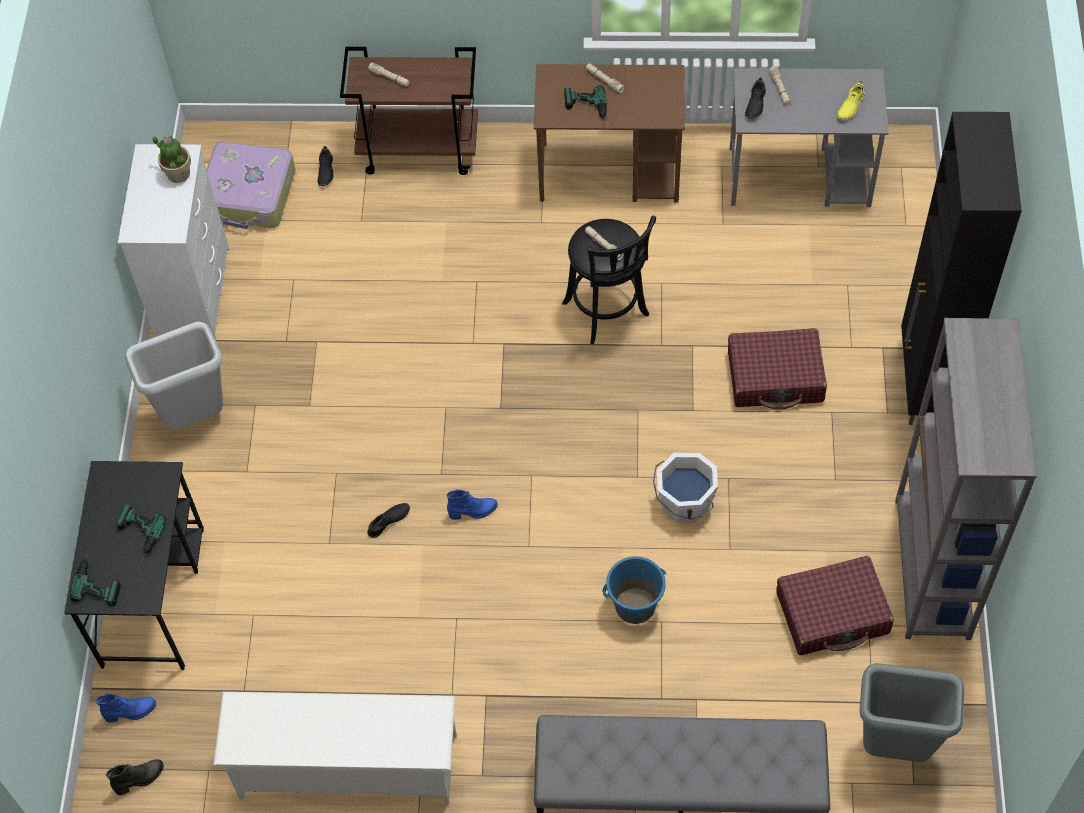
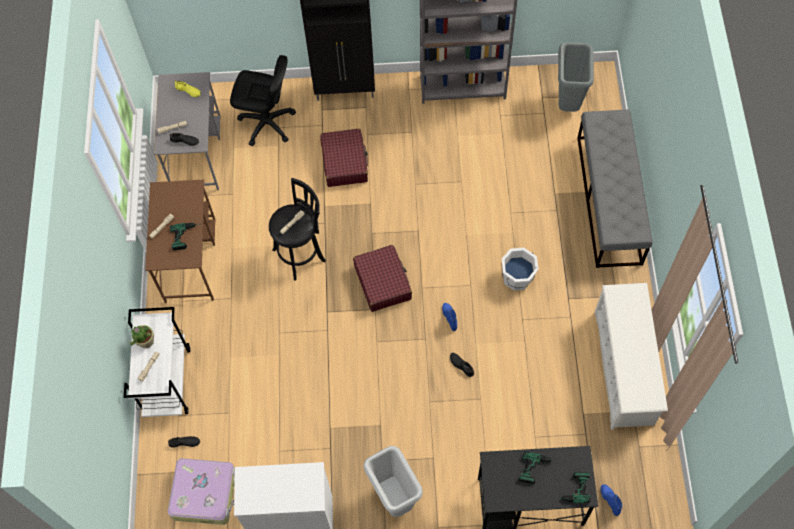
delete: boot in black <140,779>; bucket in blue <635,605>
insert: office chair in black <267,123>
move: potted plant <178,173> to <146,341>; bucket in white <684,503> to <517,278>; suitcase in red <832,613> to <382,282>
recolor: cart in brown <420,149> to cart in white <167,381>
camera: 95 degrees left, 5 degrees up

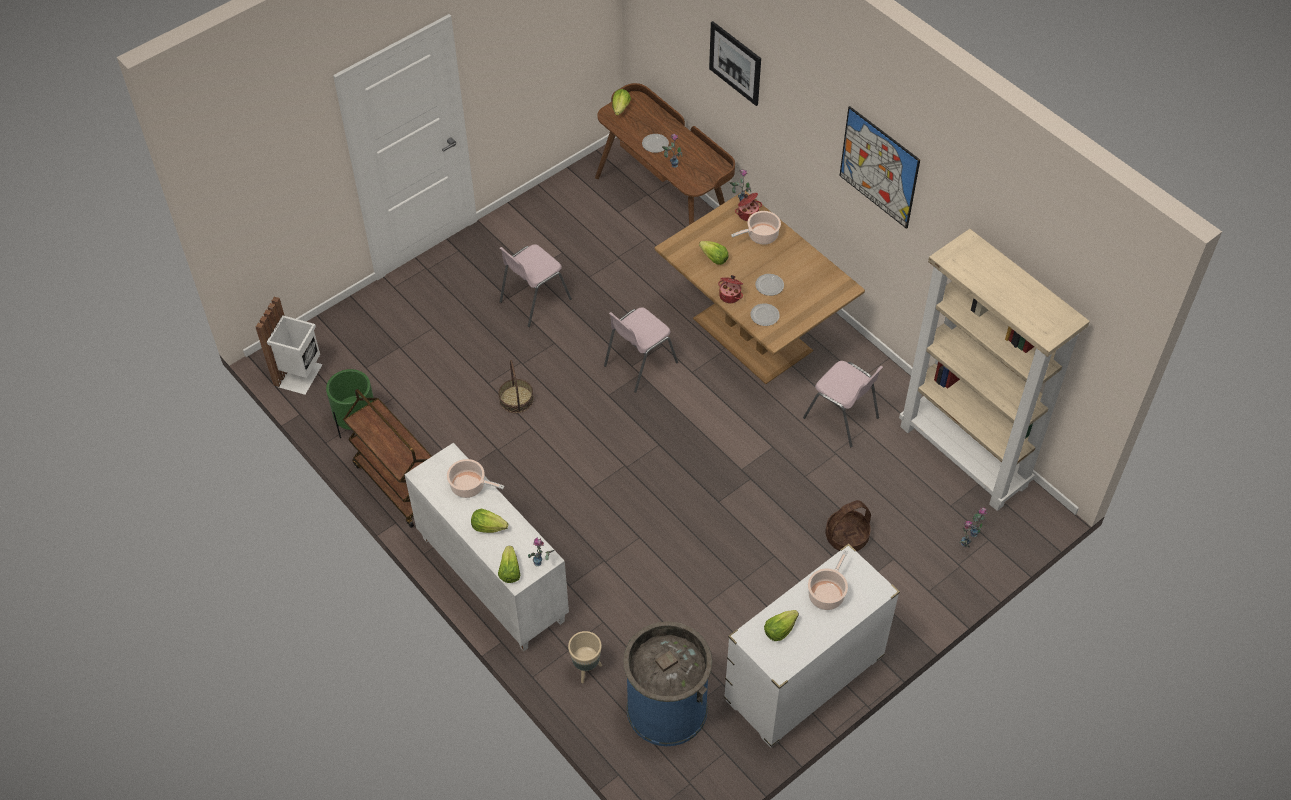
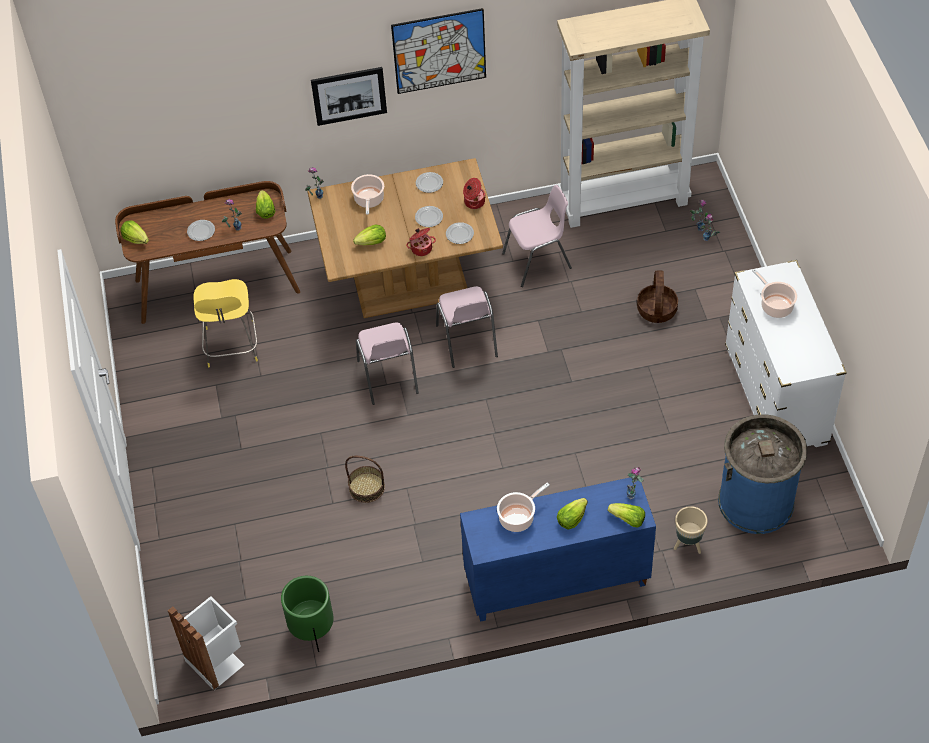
delete: cart in brown <397,484>
insert: stool in yellow <231,347>; plate <429,183>
move: chair in pink <534,300> to <467,341>; picture <735,63> to <349,95>; cooking pot <747,214> to <473,202>; lettuce <779,630> to <265,211>
recolor: cabinet in white <491,579> to cabinet in blue <556,582>
camera: 60 degrees left, 0 degrees up

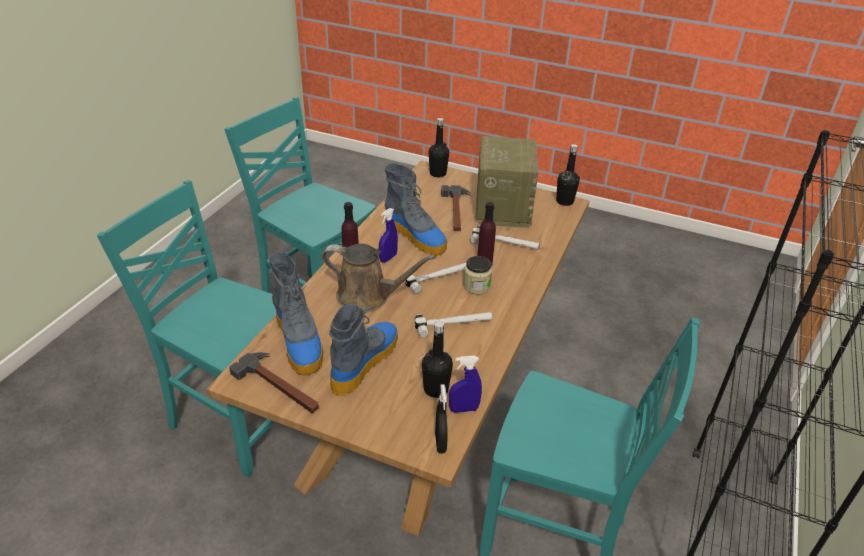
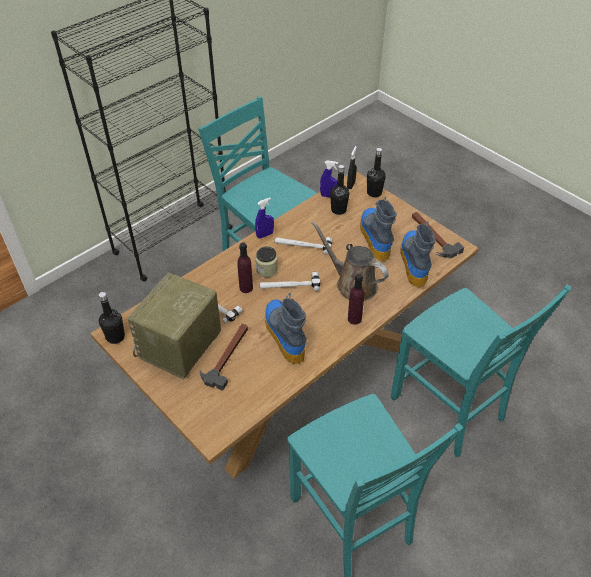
move: spray bottle in blue <388,258> to <265,235>; bottle in black <438,173> to <374,193>
rotate: boot <364,361> = <374,237> 120 degrees clockwise
camera: 155 degrees left, 10 degrees up

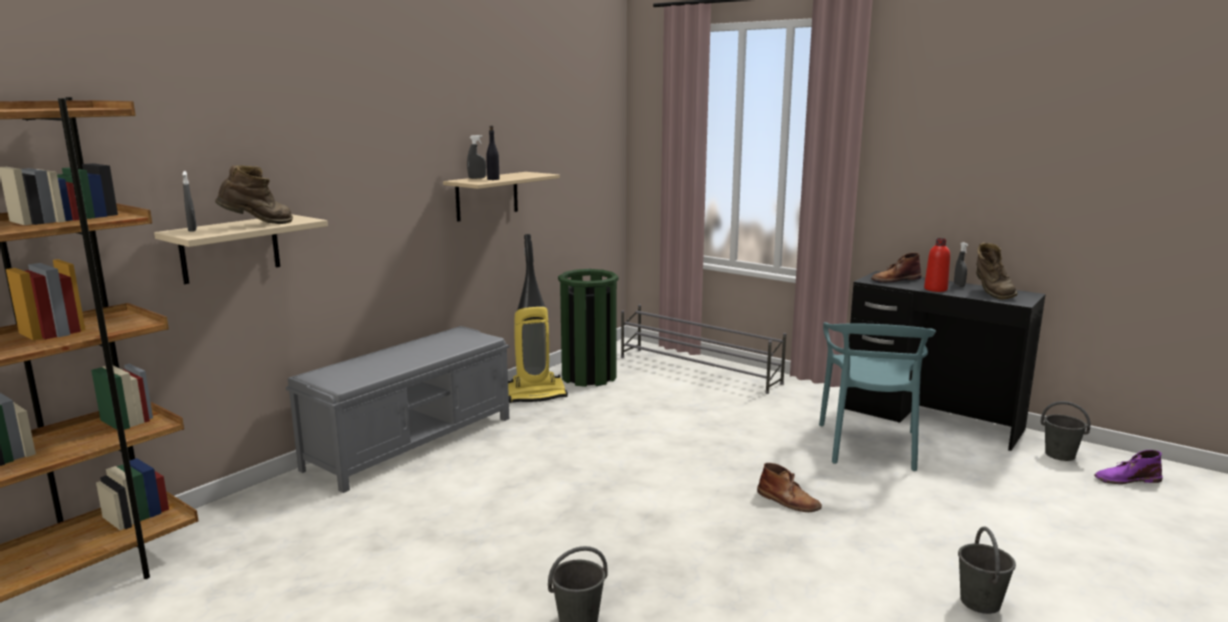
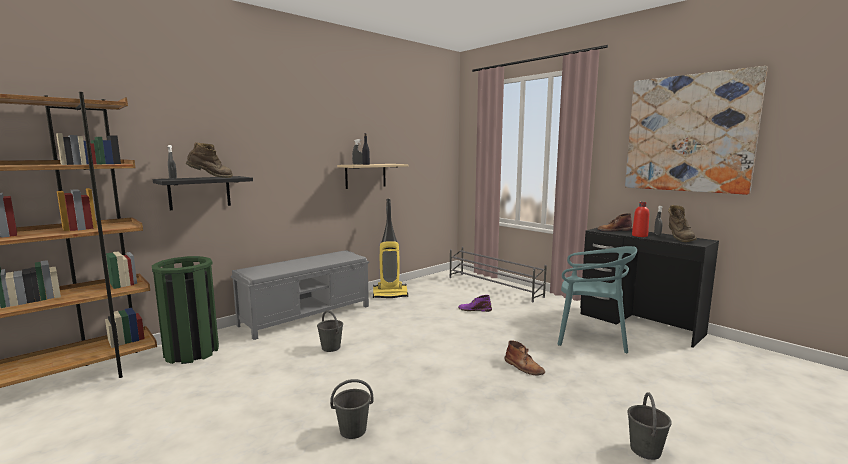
insert: picture <688,133>
move: trash can in green <589,376> to <192,352>; bucket in grey <1060,455> to <331,348>; boot in purple <1126,479> to <474,309>
recolor: shelf in beige <230,248> to shelf in black <199,192>
rotate: chair in turquoise <869,446> = <591,337> 90 degrees counterclockwise
camera: 10 degrees right, 5 degrees down

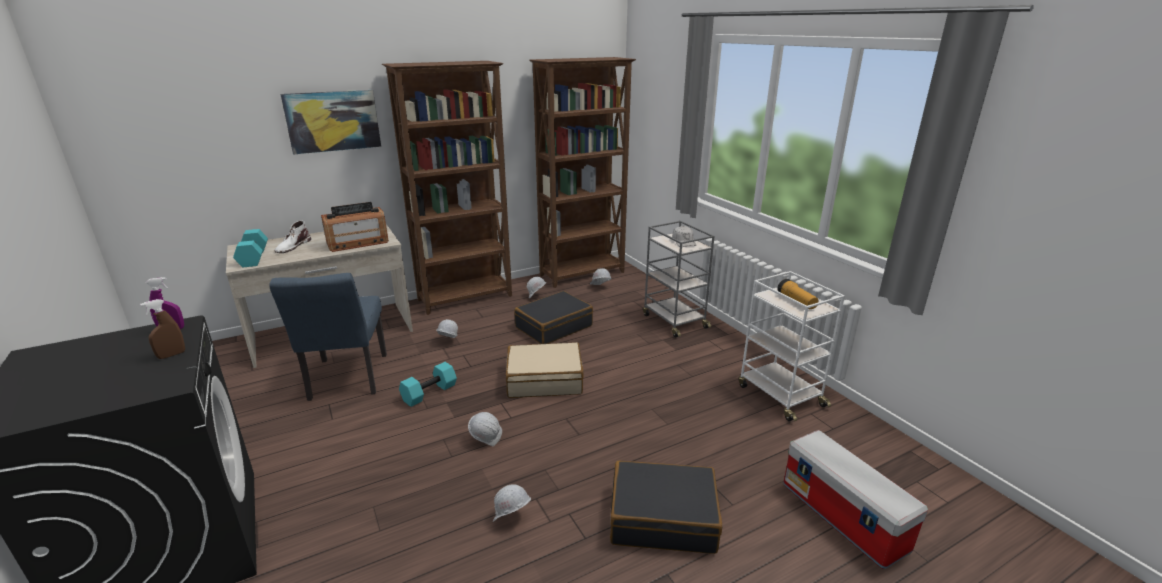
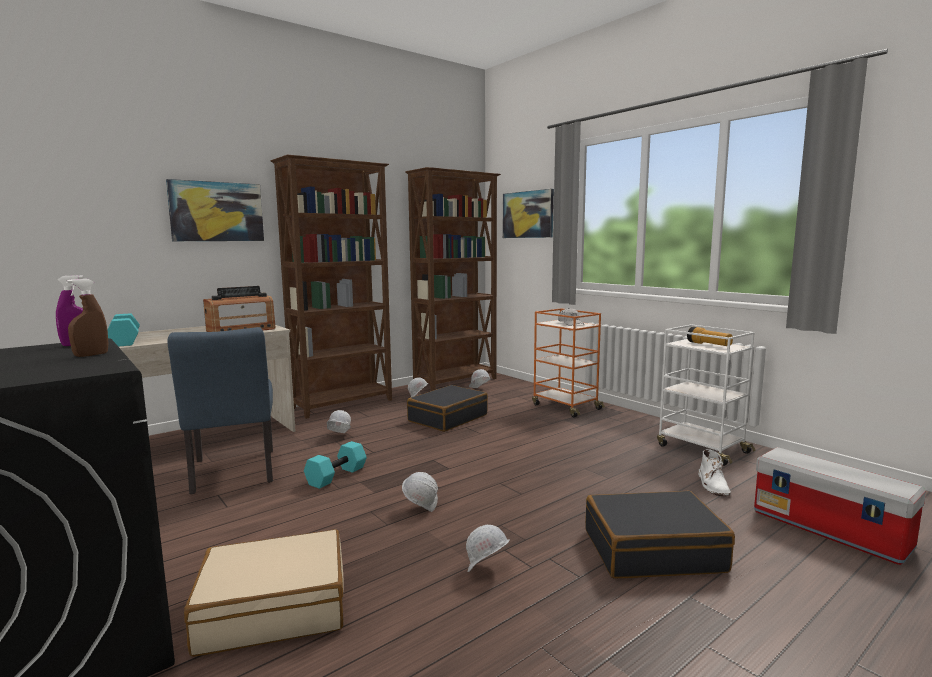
insert: picture <528,214>
move: boot in white <292,246> to <713,484>; suitcase in beige <544,380> to <274,608>
recolor: cart in grey <674,321> to cart in orange <565,407>
camera: 10 degrees left, 15 degrees down

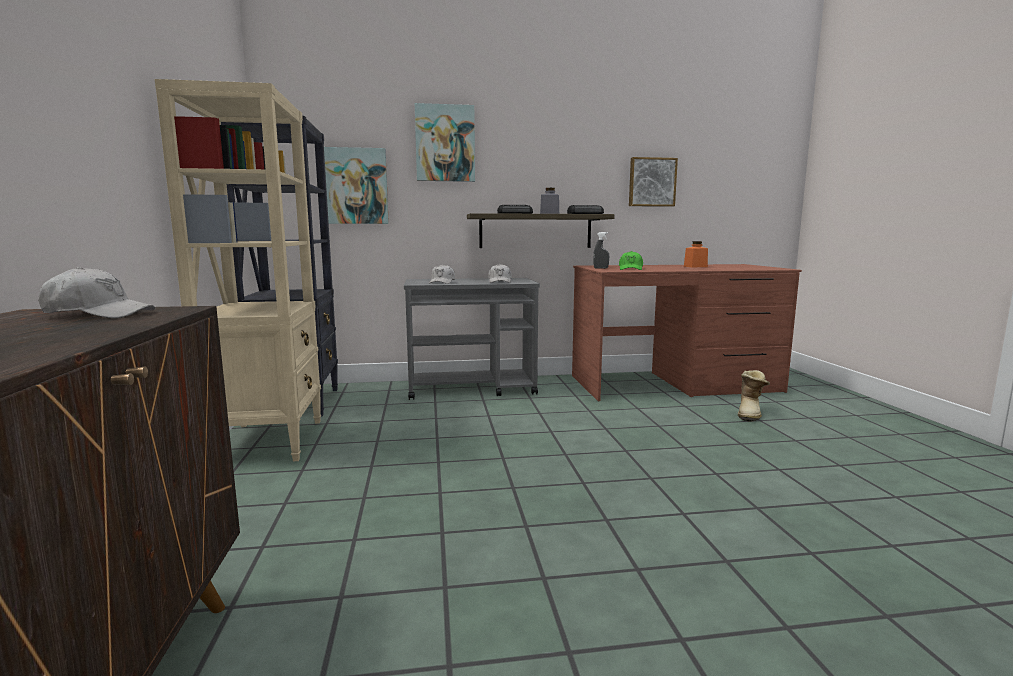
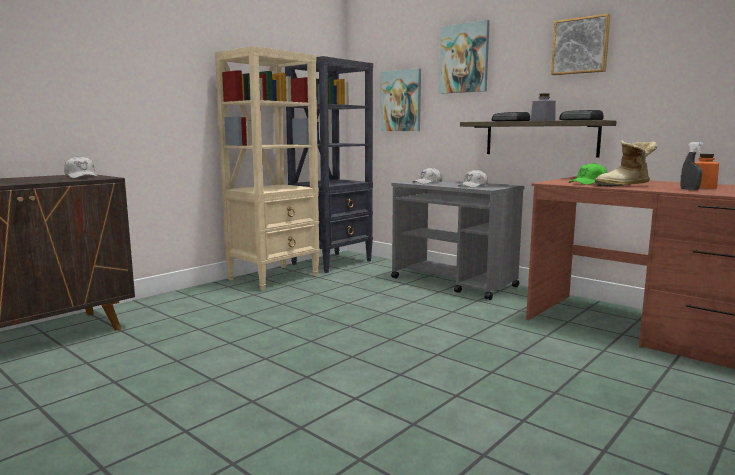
move: spray bottle in grey <600,268> to <689,189>; picture <651,182> to <580,46>; boot <750,413> to <625,186>
camera: 50 degrees right, 0 degrees up

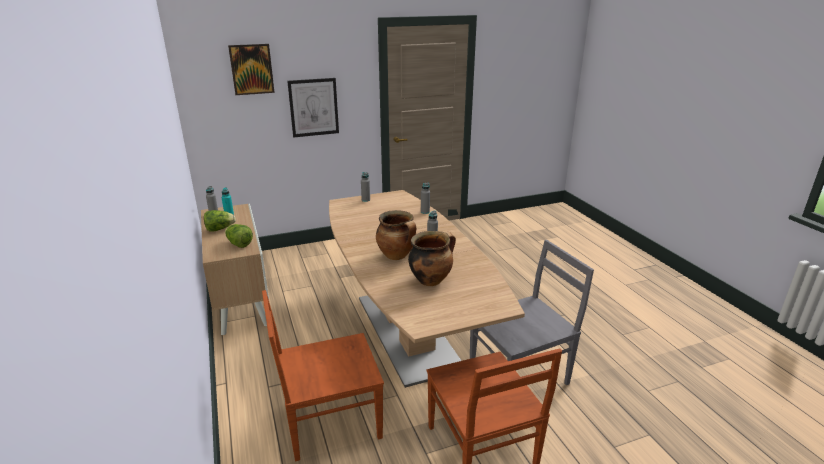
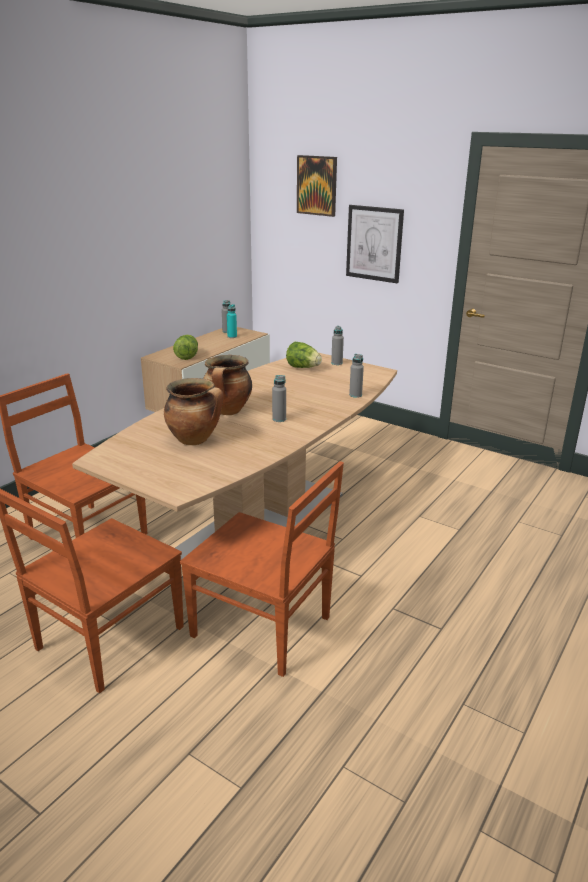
move: lettuce <219,229> to <303,368>
recolor: chair in grey <520,374> to chair in brown <264,628>
camera: 55 degrees right, 0 degrees up

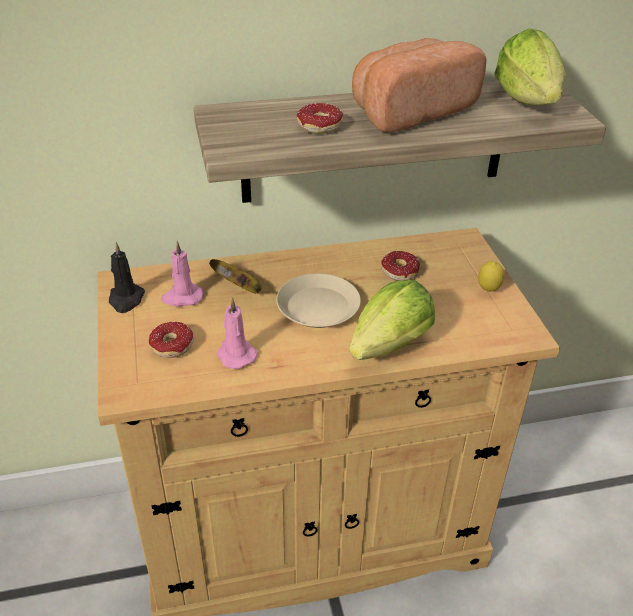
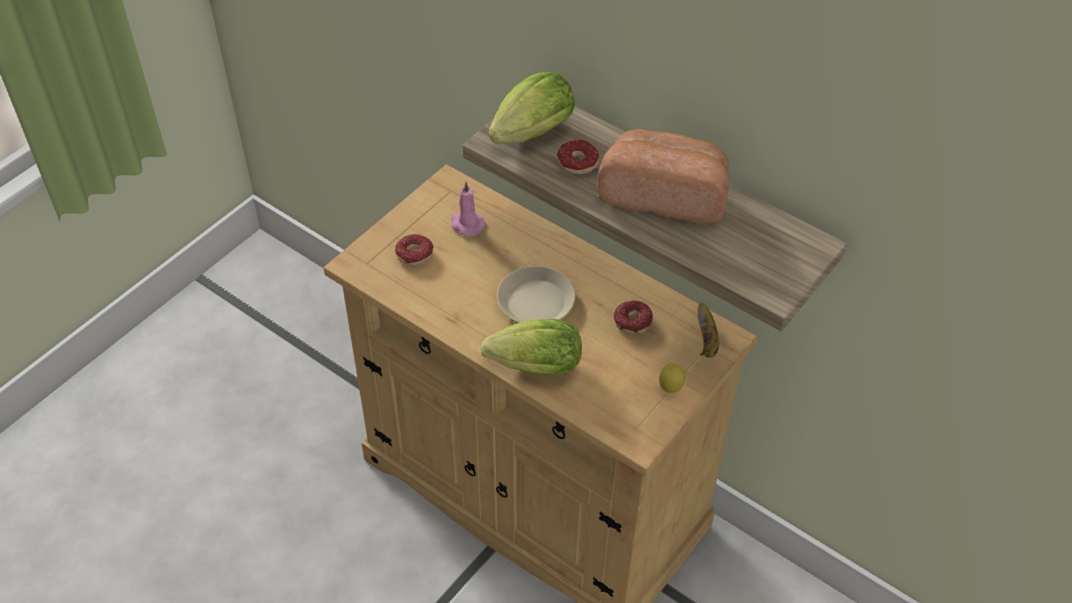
delete: candle in black <126,300>; candle in pink <235,354>
move: banana <239,286> to <706,341>; lettuce <529,104> to <528,136>
camera: 50 degrees right, 10 degrees up

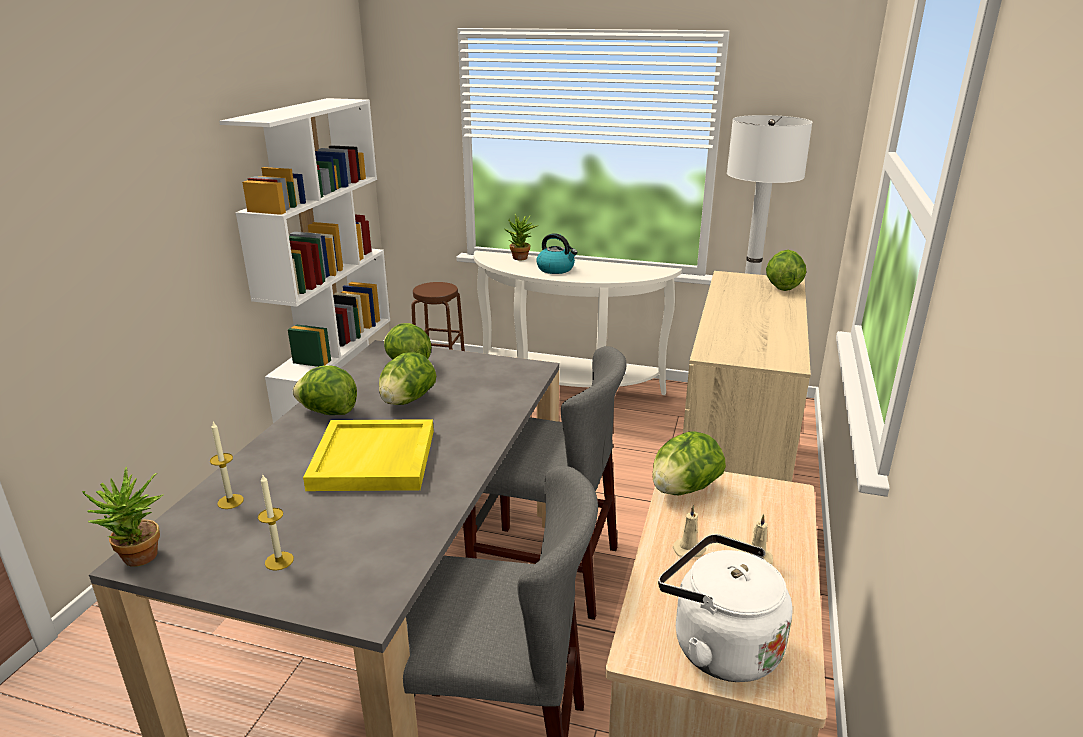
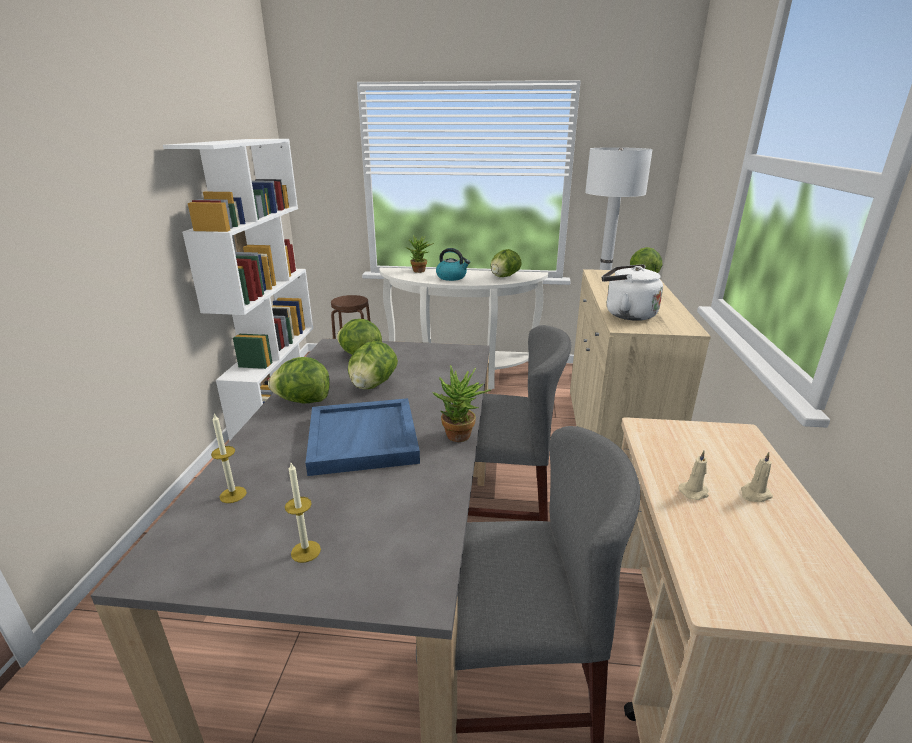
move: potted plant <139,561> to <460,438>; lettuce <684,489> to <504,276>; kettle in white <719,646> to <626,314>
recolor: tray in yellow <374,460> to tray in blue <364,440>
camera: 10 degrees left, 0 degrees up

